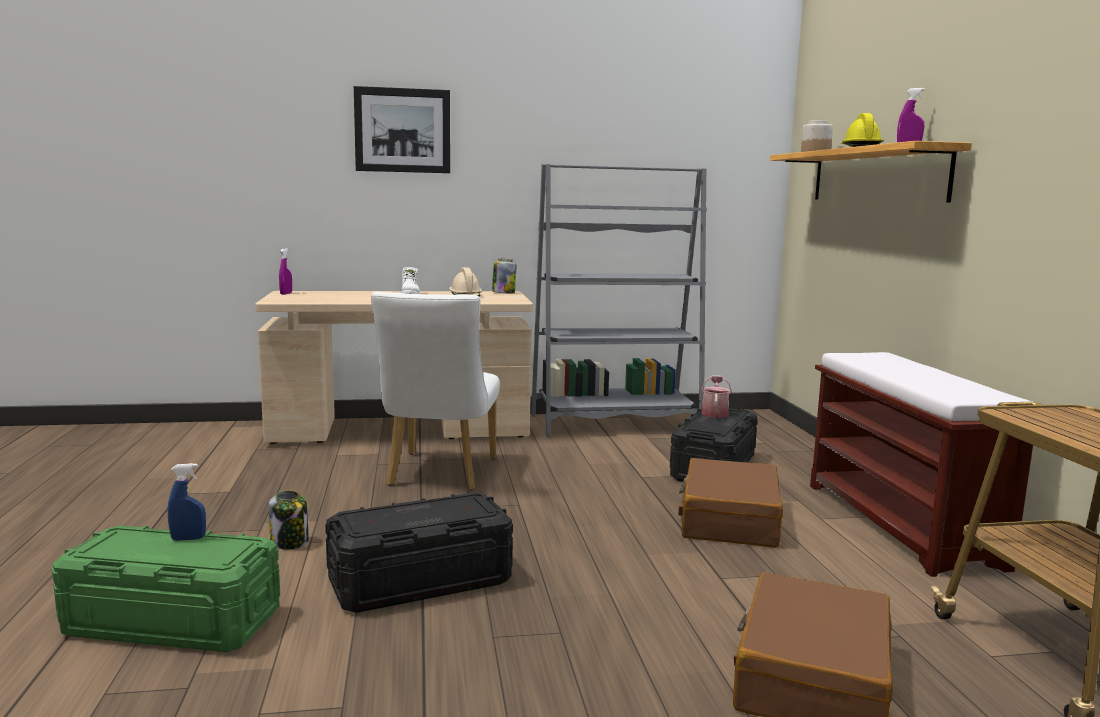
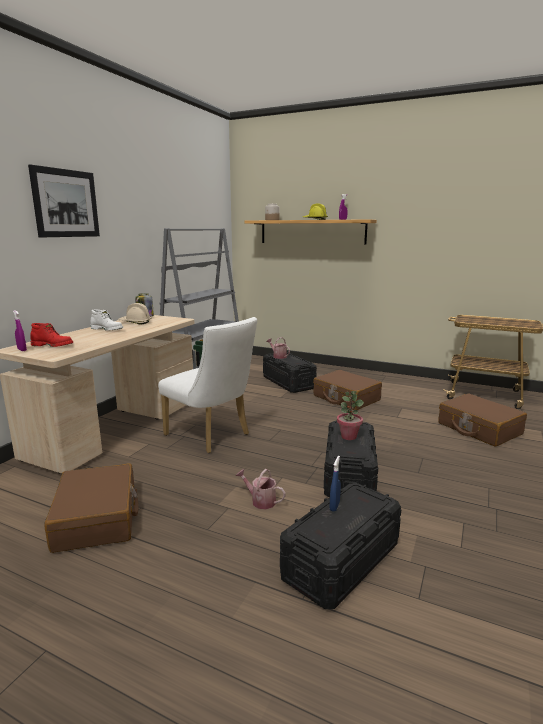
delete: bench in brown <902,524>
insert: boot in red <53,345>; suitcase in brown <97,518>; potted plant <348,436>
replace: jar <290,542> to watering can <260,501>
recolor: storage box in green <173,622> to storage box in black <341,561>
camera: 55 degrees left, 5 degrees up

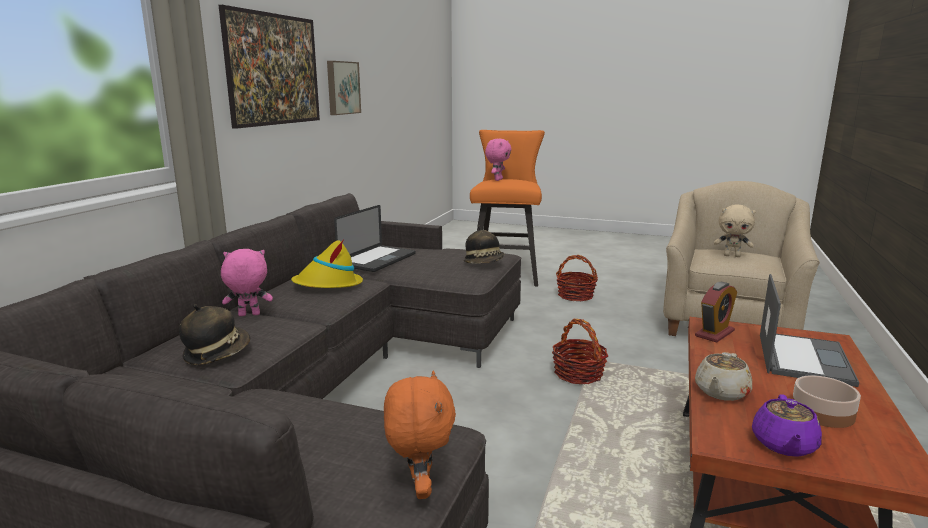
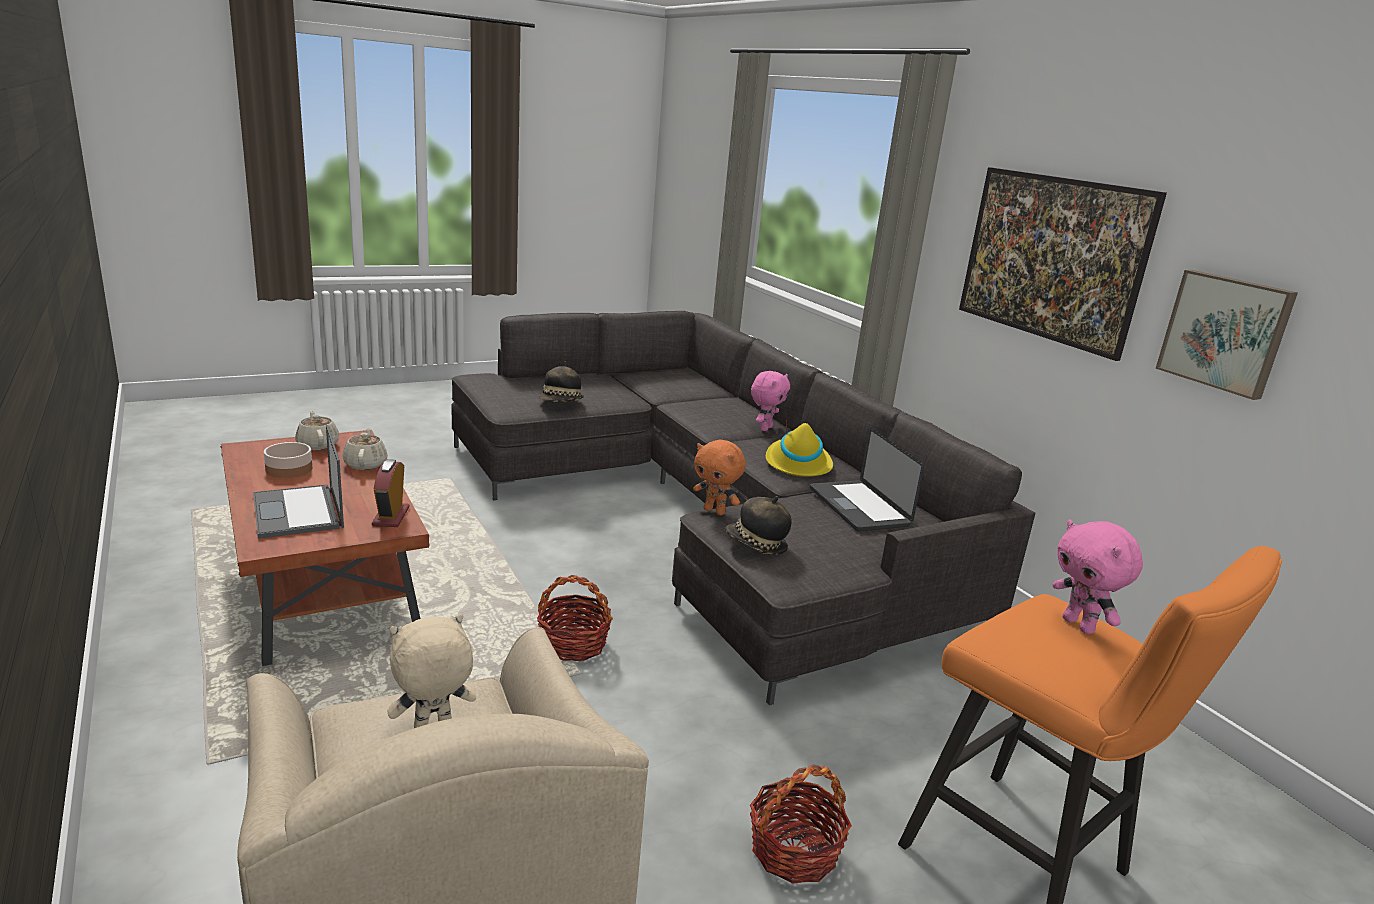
move: hat <217,353> to <561,403>; plush toy in orange <419,488> to <715,511>
recolor: teapot in purple <784,445> to teapot in beige <318,444>
camera: 130 degrees right, 5 degrees up

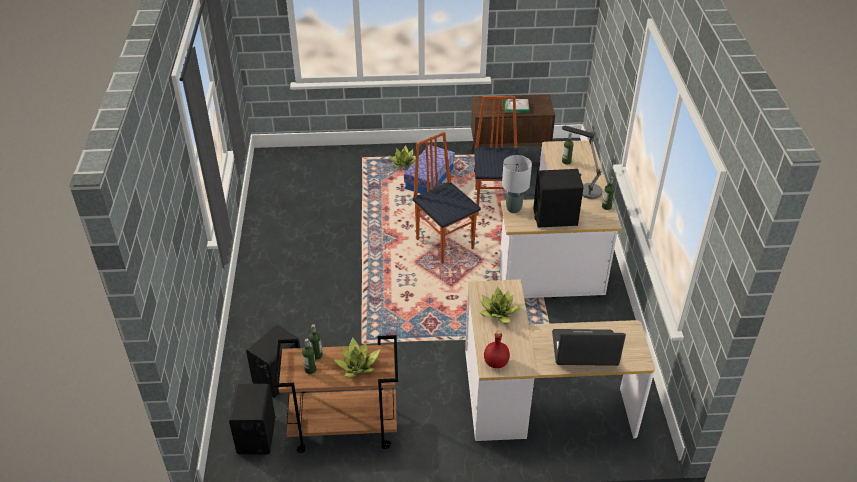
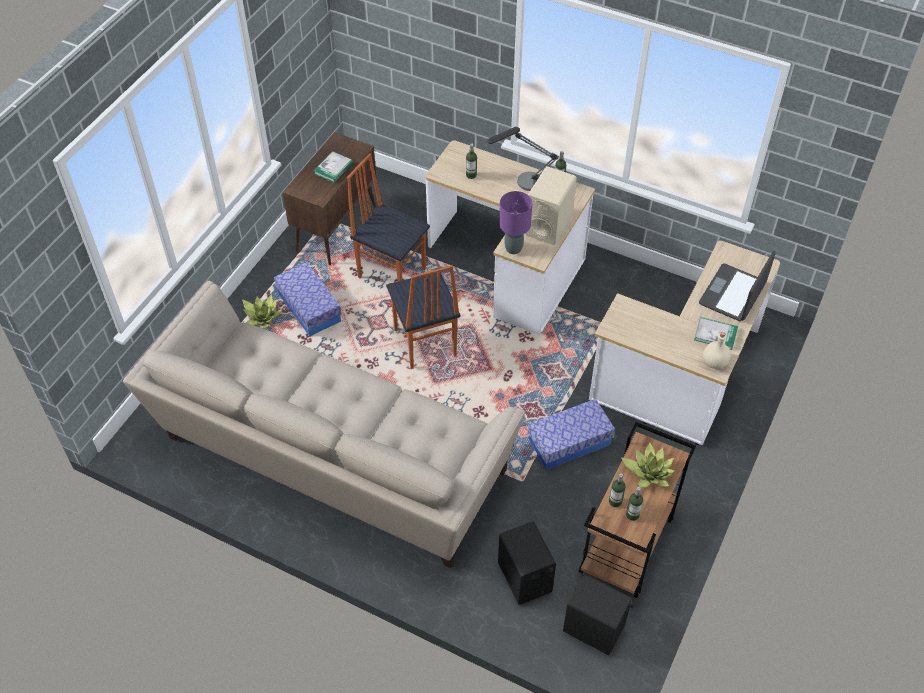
delete: potted plant <499,313>
insert: sofa in beige <331,460>; storage box <569,442>; book <715,334>
recolor: bottle in red <496,363> to bottle in beige <714,362>; table lamp in grey <514,209> to table lamp in purple <514,248>; speaker in black <555,217> to speaker in beige <548,225>
rotate: chair <445,243> = <424,343> 105 degrees counterclockwise
camera: 60 degrees left, 10 degrees up

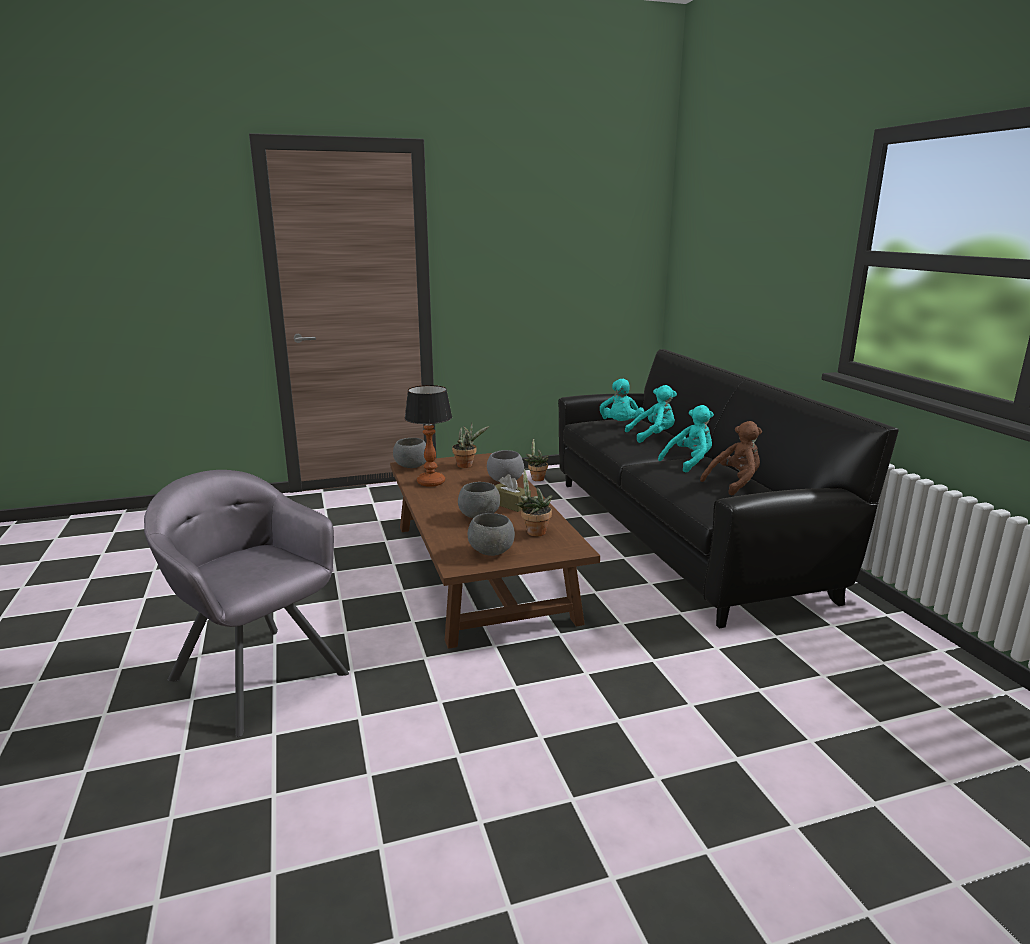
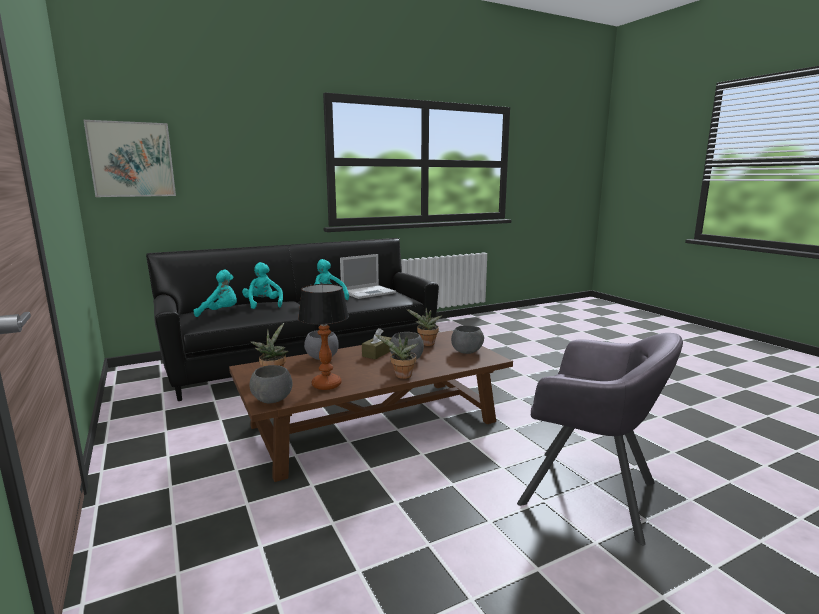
insert: picture <132,159>
move: potted plant <536,478> to <401,376>
replace: plush toy in brown <734,483> to laptop <369,292>
rotate: armchair in grey <258,675> = <589,494> 90 degrees counterclockwise
camera: 100 degrees left, 5 degrees down

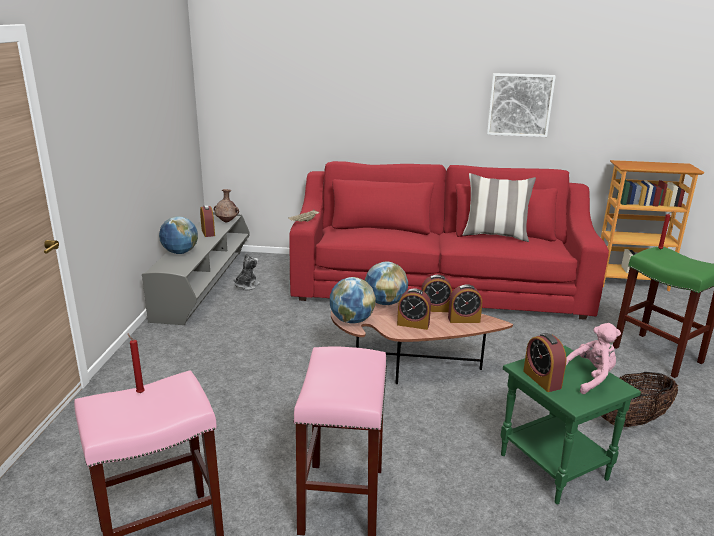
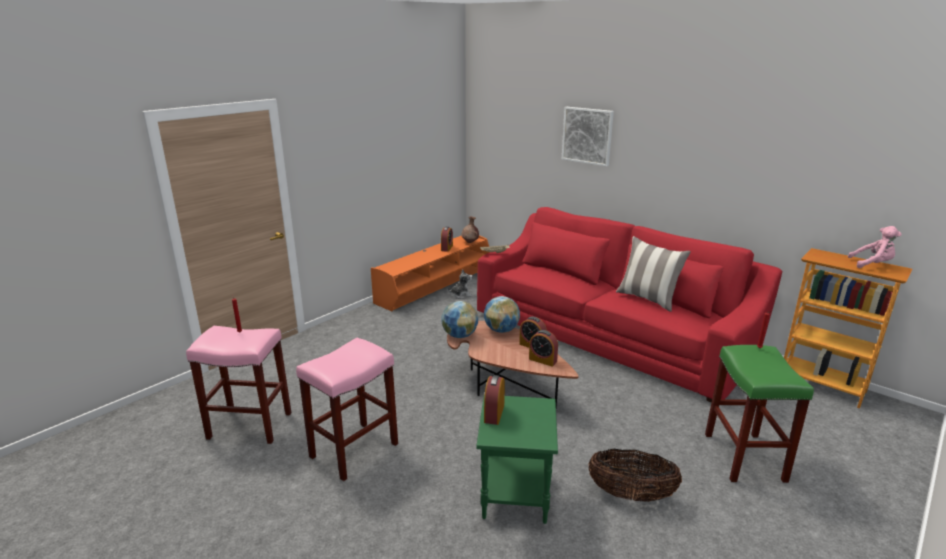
delete: globe <180,252>; alarm clock <413,324>
move: picture <519,105> to <587,135>; plush toy in pink <589,378> to <872,264>
recolor: tv stand in grey <205,284> to tv stand in orange <435,286>
camera: 35 degrees right, 0 degrees up

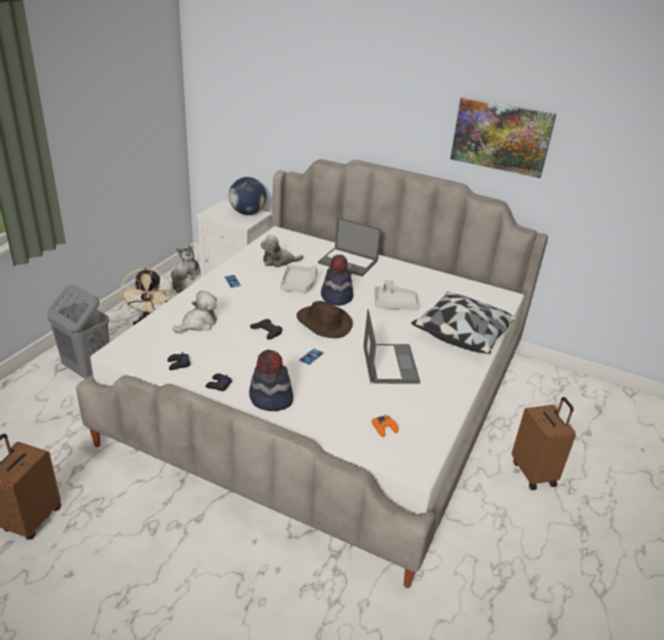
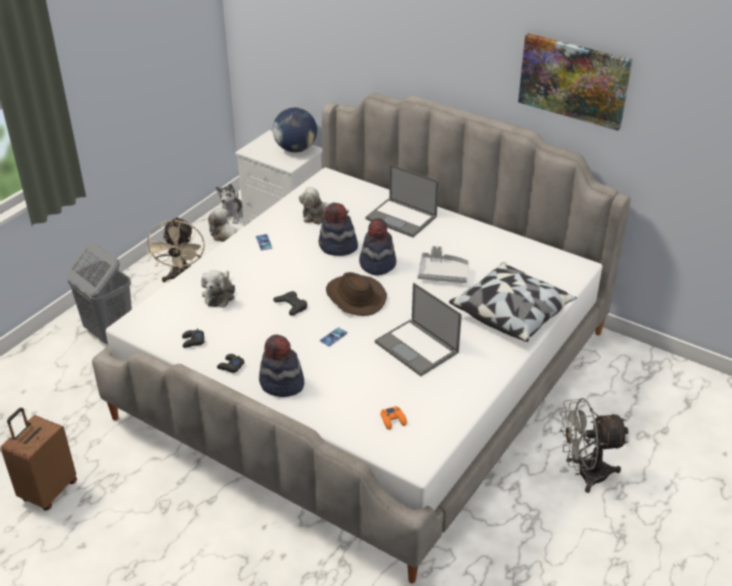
replace: tray in grey <299,284> to hat <338,247>; suitcase in brown <534,473> to fan in grey <584,474>
rotate: plush toy <198,324> = <219,295> 135 degrees clockwise; laptop <389,363> = <417,348> 135 degrees clockwise
camera: 10 degrees right, 5 degrees up

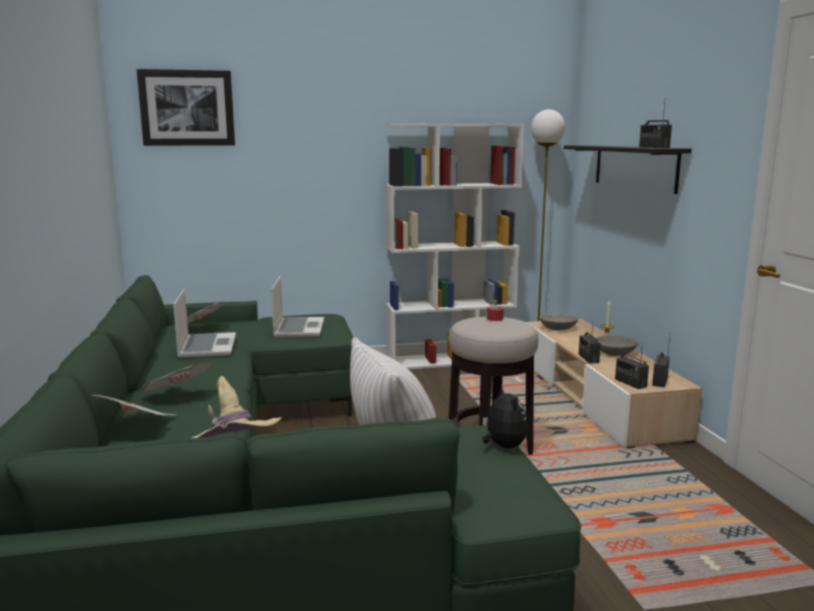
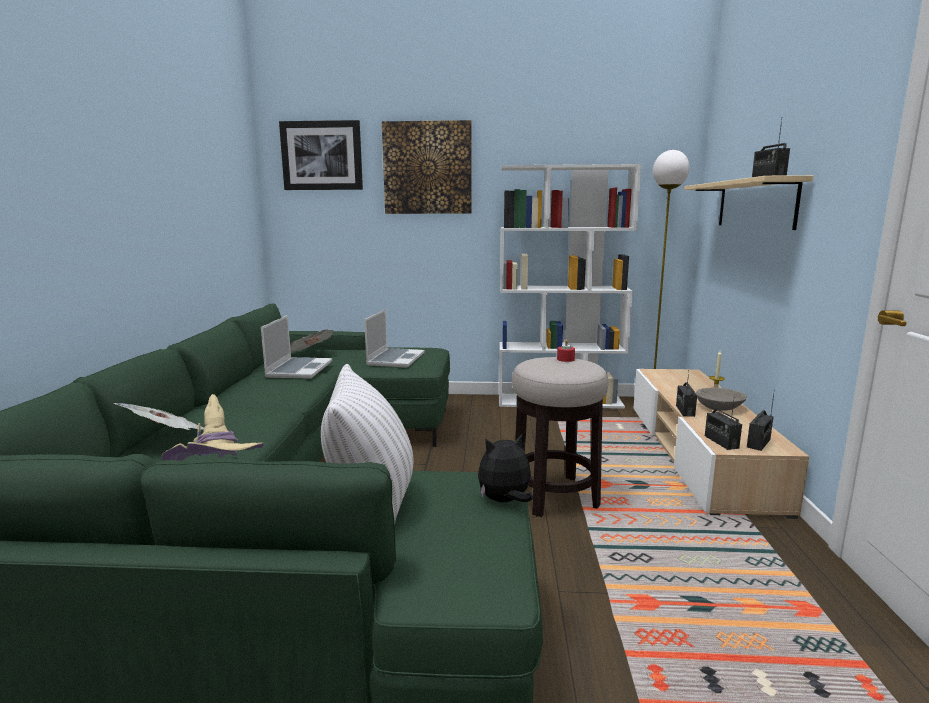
delete: newspaper <177,396>; bowl in grey <558,328>
insert: picture <427,168>
recolor: shelf in black <634,167> to shelf in beige <755,204>
rotate: plush toy <503,446> = <505,501> 105 degrees counterclockwise
camera: 15 degrees right, 0 degrees up

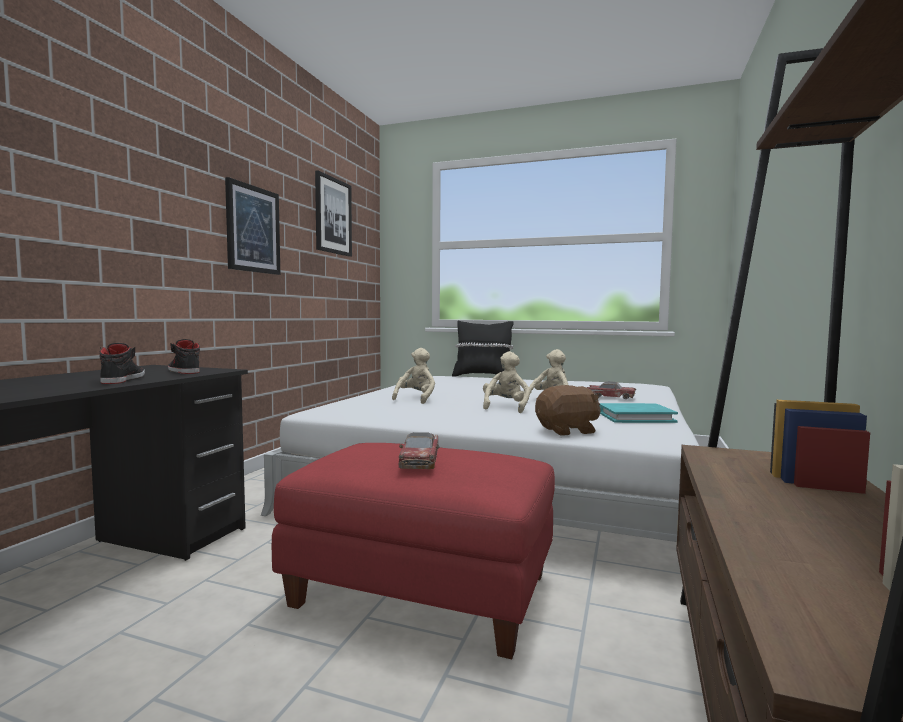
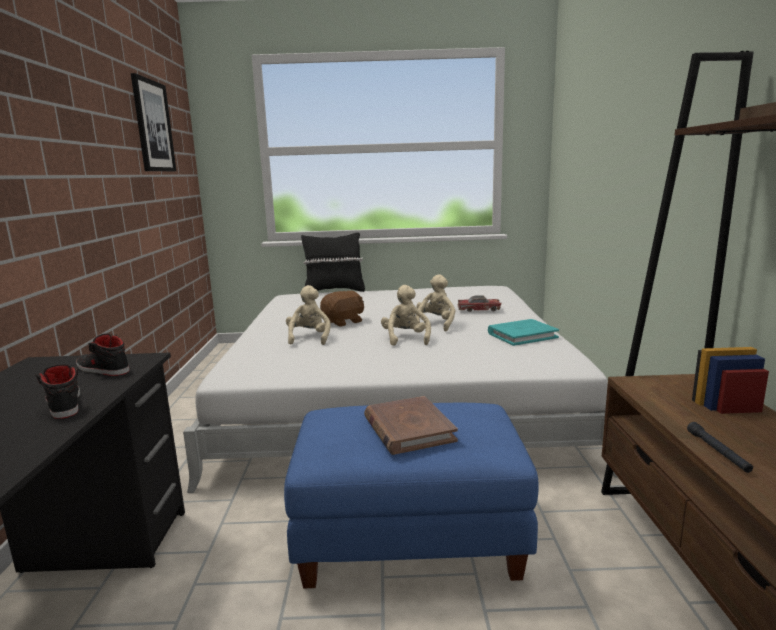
delete: picture <253,229>
insert: flashlight in black <718,452>
move: plush toy in brown <567,431> to <343,322>
replace: toy car <419,460> to book in brown <408,429>
recolor: ottoman in red <424,589> to ottoman in blue <410,535>
camera: 20 degrees left, 10 degrees up

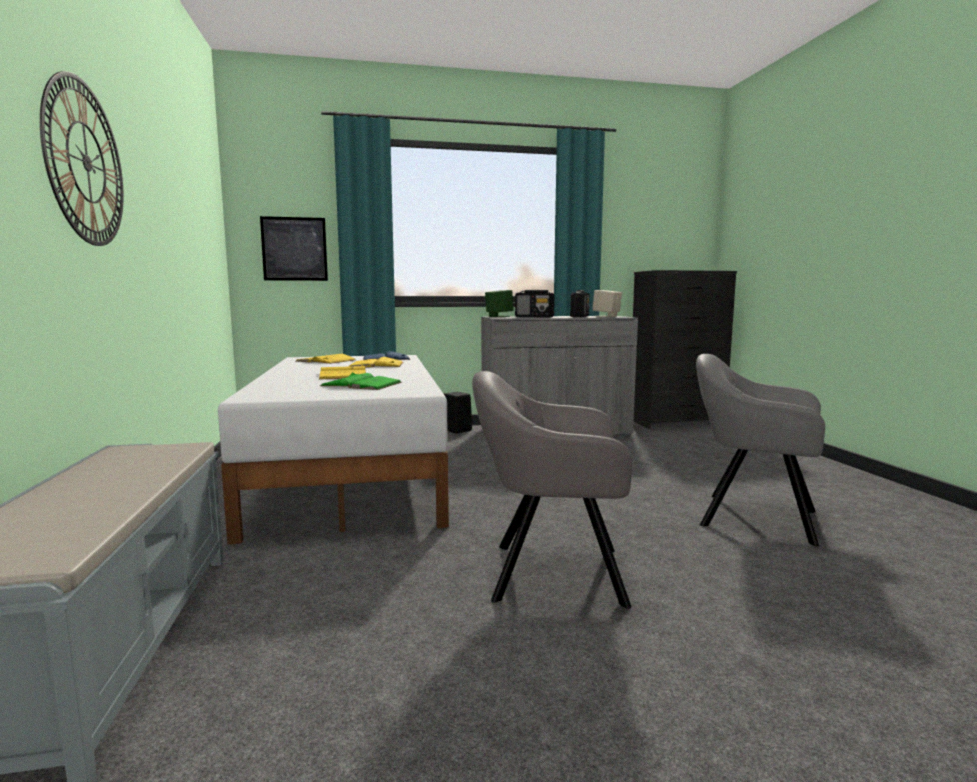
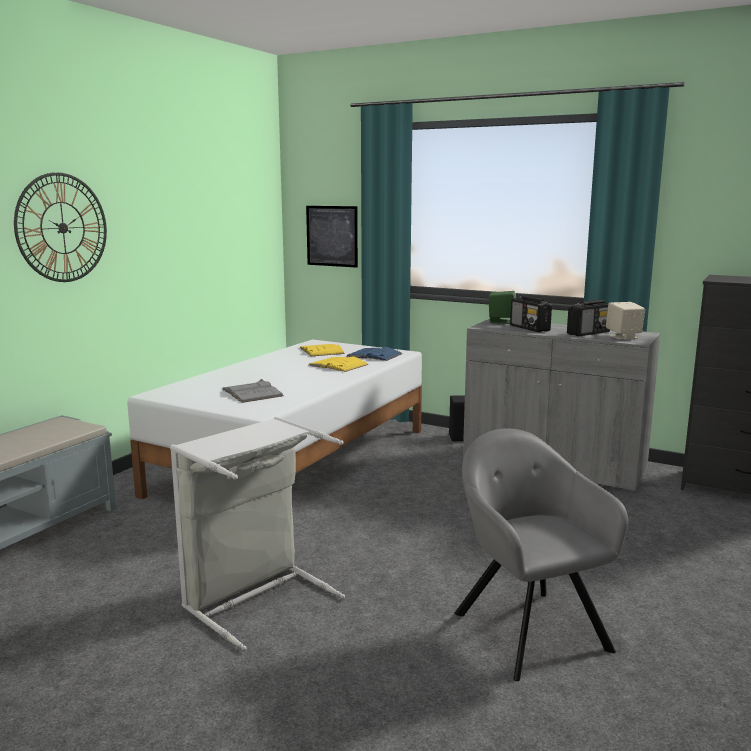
delete: book in yellow <343,374>
replace: armchair in grey <550,573> to laundry basket in grey <255,597>
recolor: book in green <361,384> to book in grey <252,392>
camera: 40 degrees right, 5 degrees up

